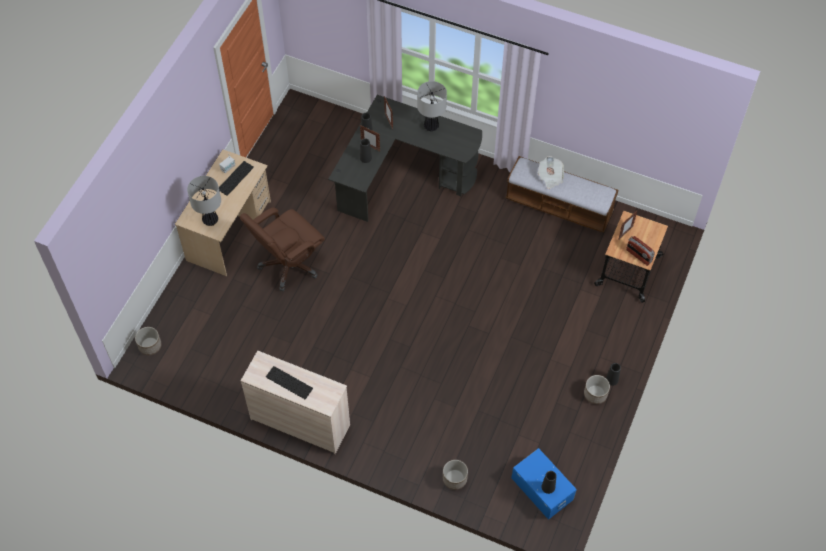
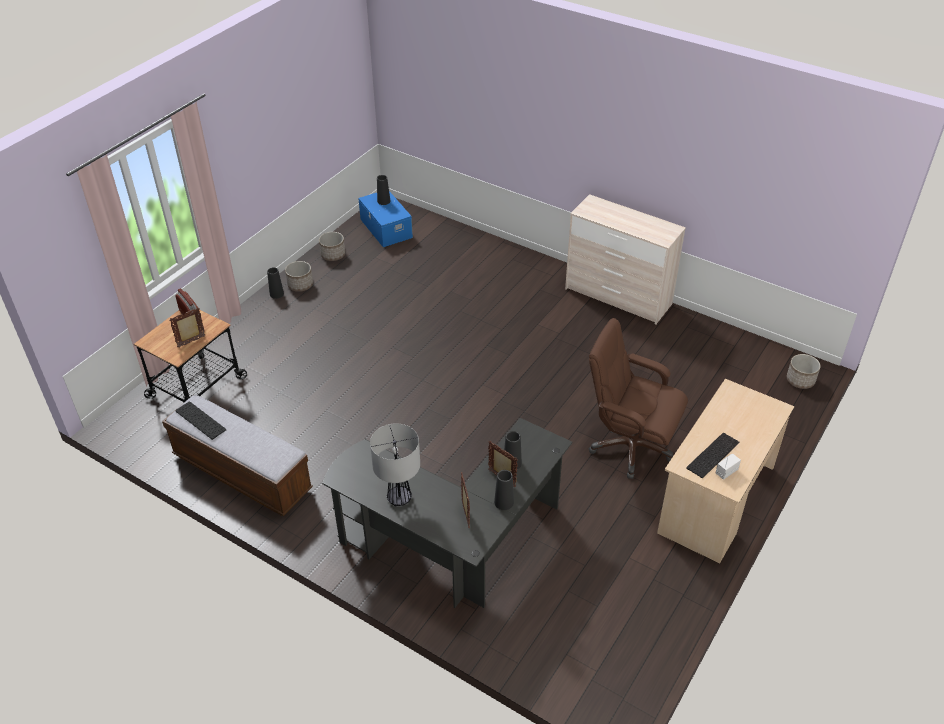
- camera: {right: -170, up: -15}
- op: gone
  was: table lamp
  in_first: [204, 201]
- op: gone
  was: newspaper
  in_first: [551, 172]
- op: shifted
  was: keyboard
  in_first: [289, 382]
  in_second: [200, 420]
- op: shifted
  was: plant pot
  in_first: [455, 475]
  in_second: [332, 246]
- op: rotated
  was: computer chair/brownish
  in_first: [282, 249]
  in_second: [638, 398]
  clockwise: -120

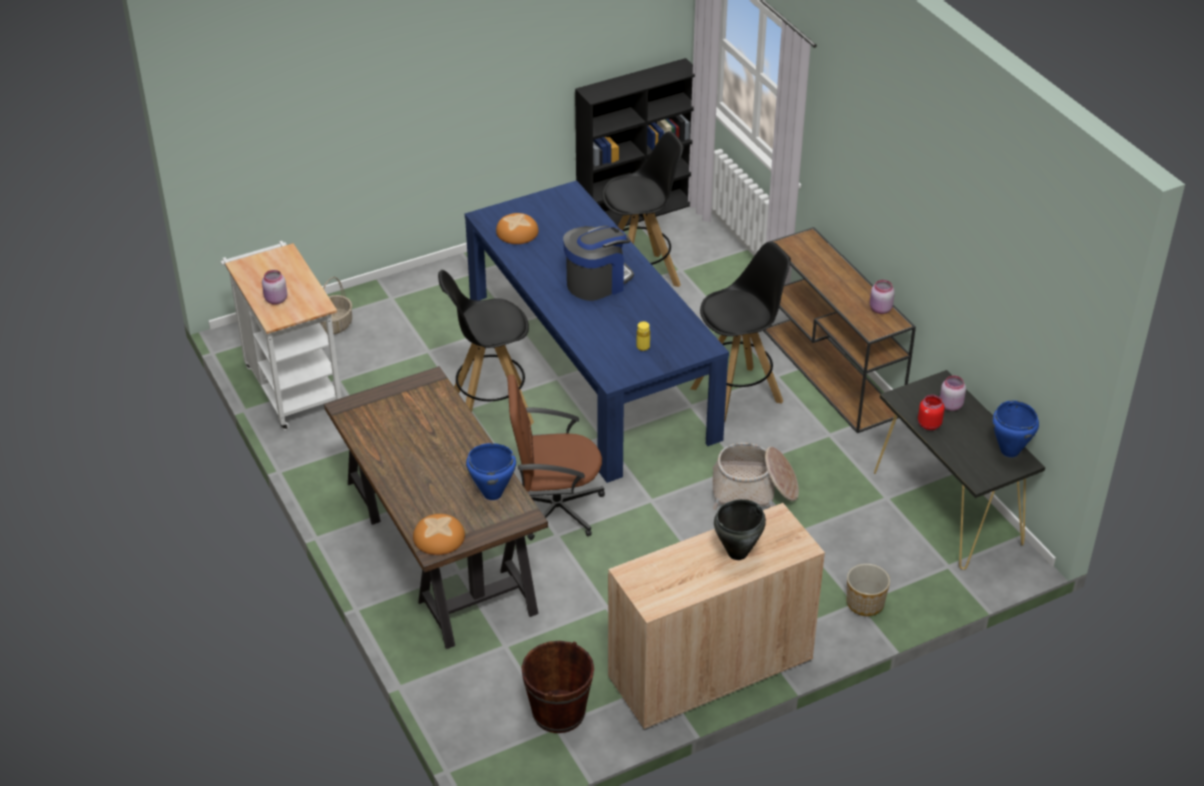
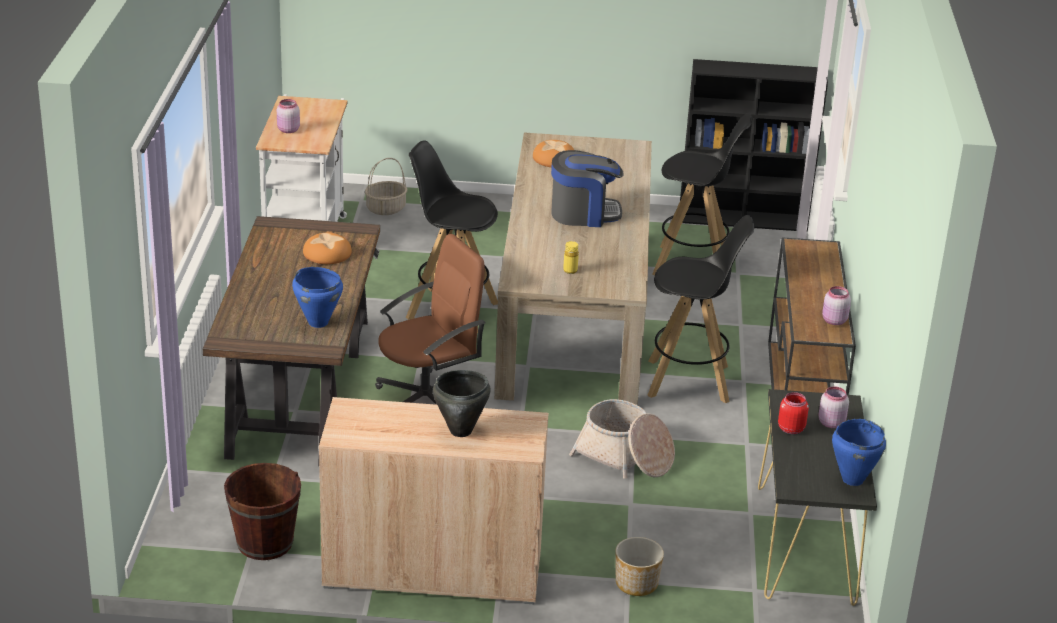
- camera: {right: 30, up: -10}
- op: shifted
  was: baked bread
  in_first: [439, 534]
  in_second: [327, 248]
- op: repainted
  was: dining table/blue
  now: dining table/sand-coloured
  in_first: [597, 331]
  in_second: [573, 268]
- op: rotated
  was: computer chair/brownish
  in_first: [556, 457]
  in_second: [430, 319]
  clockwise: 120

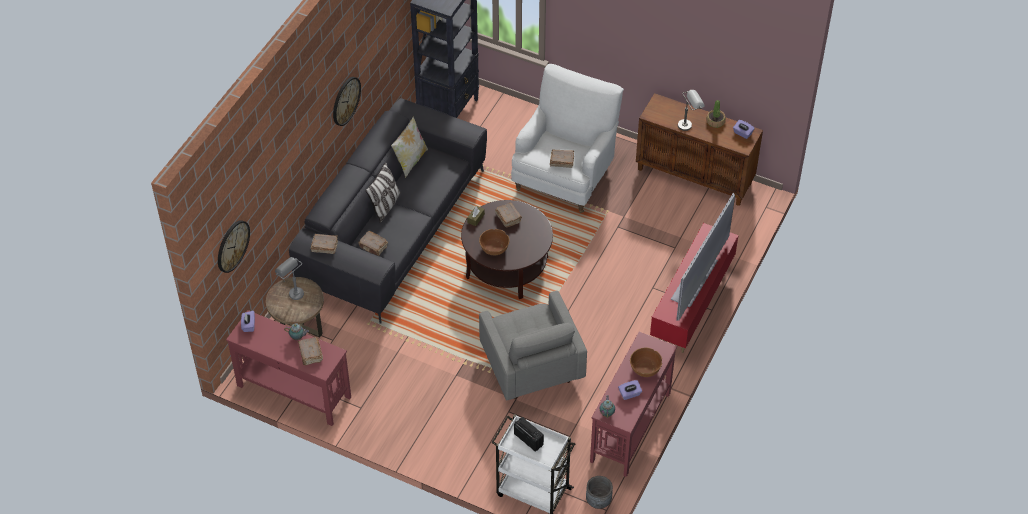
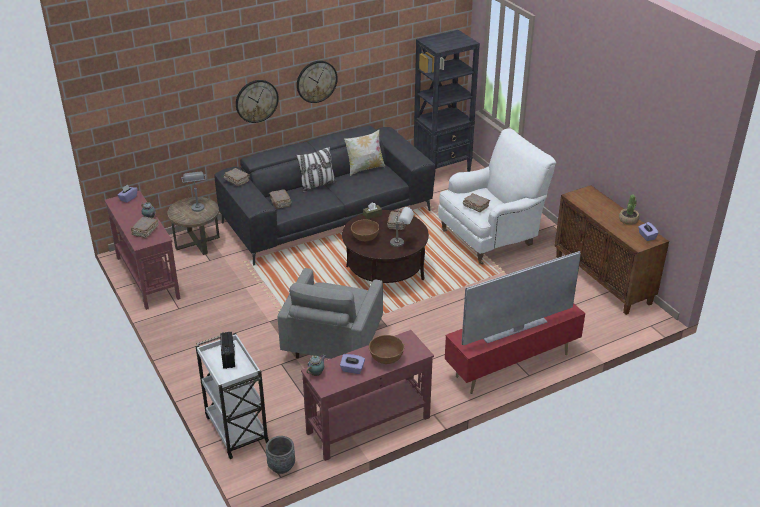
- camera: {right: 35, up: -15}
- op: shifted
  was: wall clock
  in_first: [234, 246]
  in_second: [257, 101]
- op: shifted
  was: table lamp/greyish
  in_first: [691, 110]
  in_second: [402, 227]

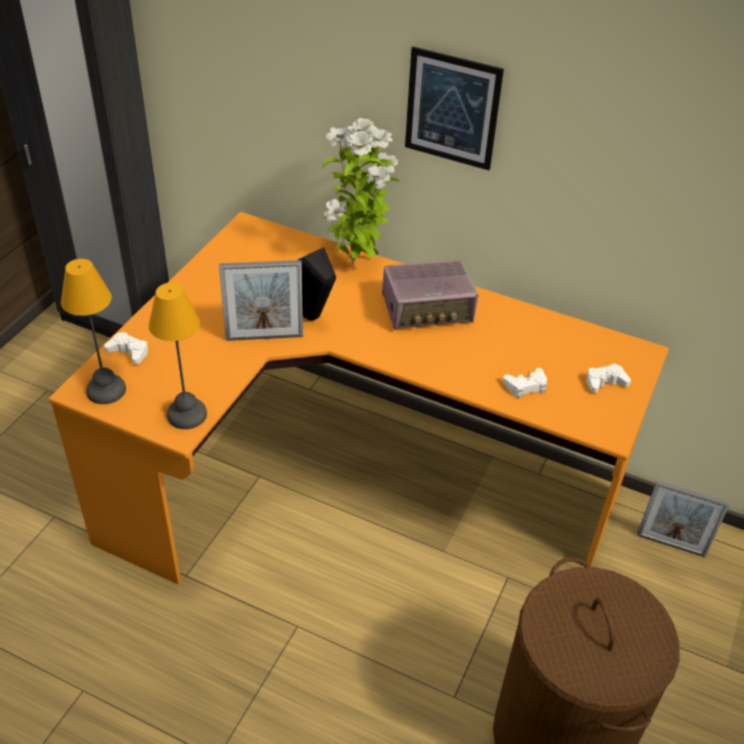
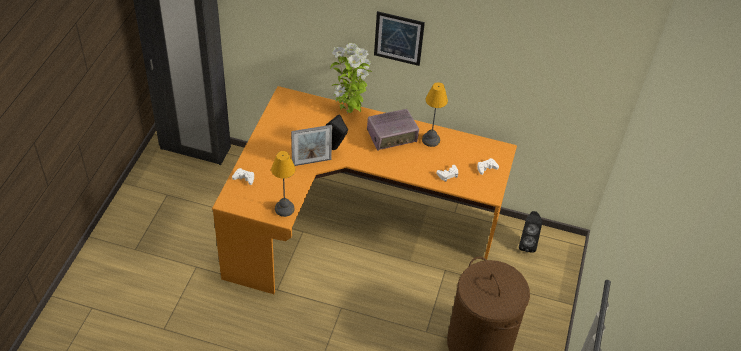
- camera: {right: -10, up: 5}
- op: shifted
  was: table lamp
  in_first: [93, 331]
  in_second: [435, 114]
- op: swapped
  was: photo frame
  now: loudspeaker/black-coloured
  in_first: [683, 518]
  in_second: [530, 232]

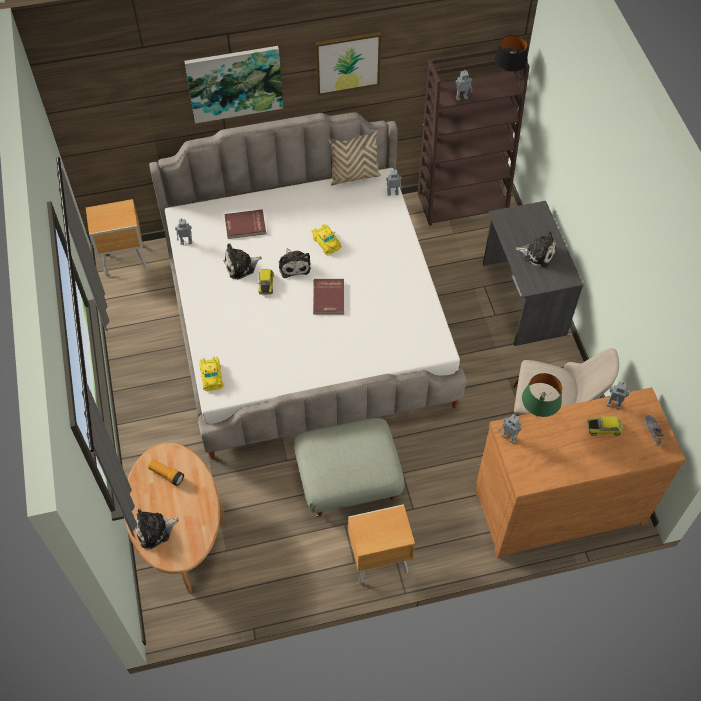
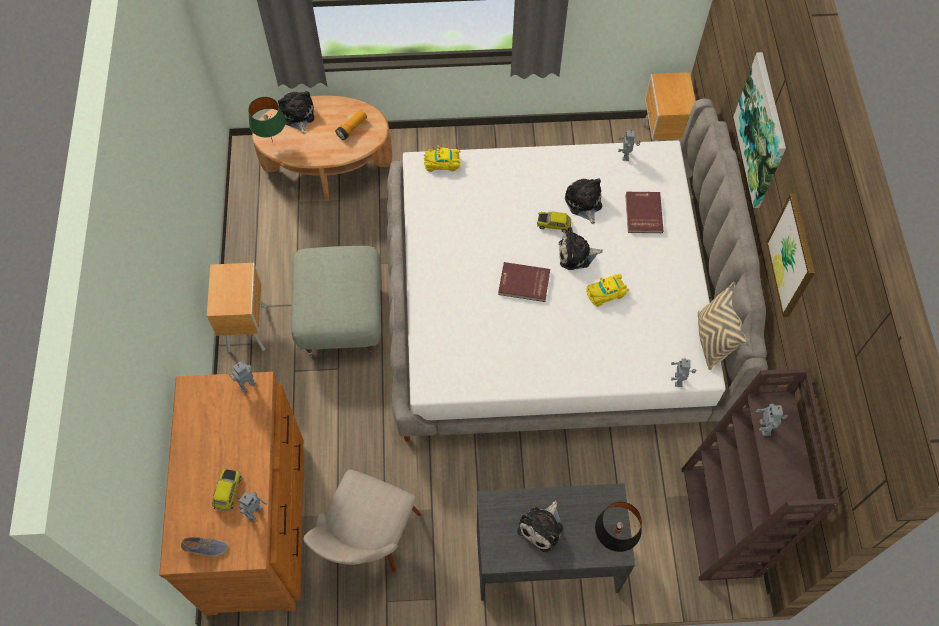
- camera: {right: 100, up: 5}
- op: shifted
  was: table lamp/black-coloured
  in_first: [511, 59]
  in_second: [618, 527]
- op: shifted
  was: table lamp/greenish
  in_first: [542, 395]
  in_second: [267, 119]

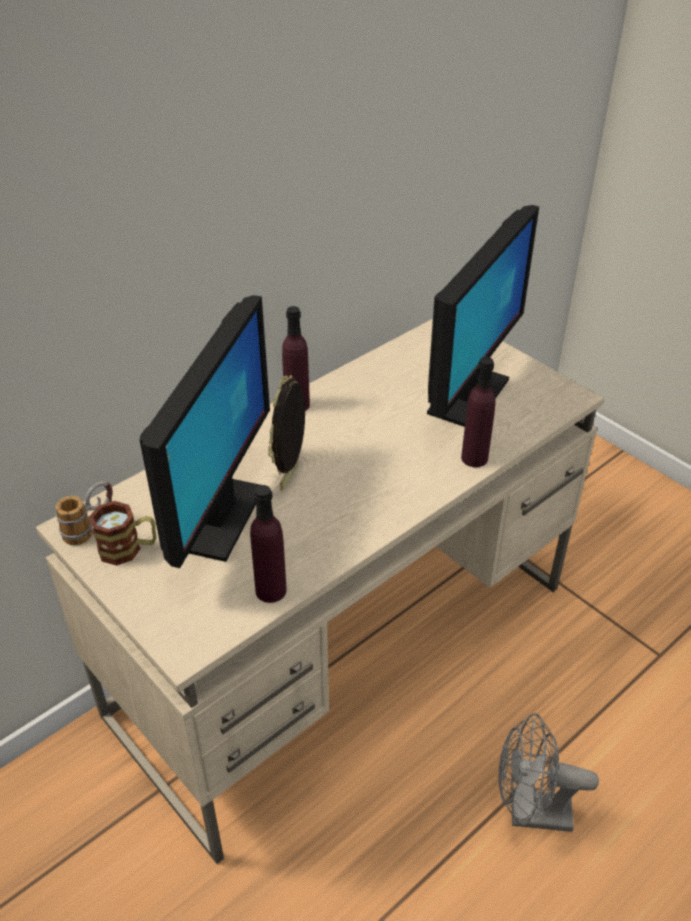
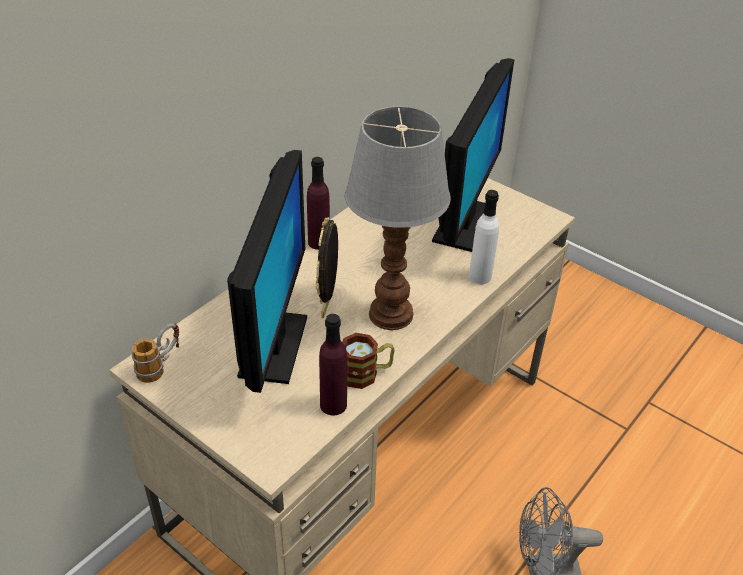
- camera: {right: -10, up: 0}
- op: new
  now: table lamp
  in_second: [398, 218]
- op: shifted
  was: mug
  in_first: [123, 533]
  in_second: [368, 361]
- op: repainted
  was: bottle/purple-coloured
  now: bottle/whitish
  in_first: [478, 412]
  in_second: [484, 237]

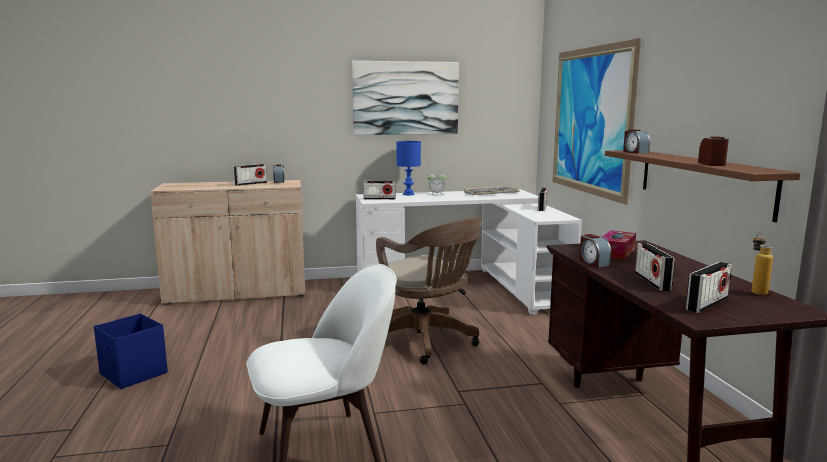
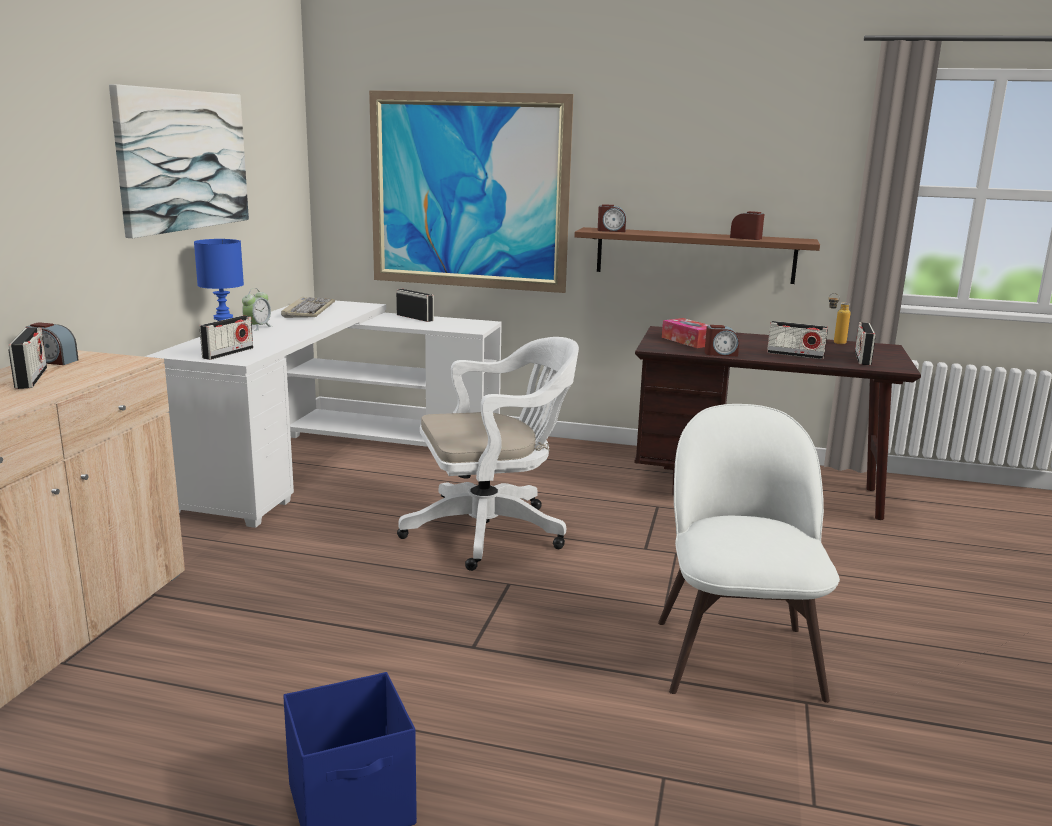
- camera: {right: -65, up: 5}
- op: repainted
  was: computer chair/brownish
  now: computer chair/whitish
  in_first: [428, 291]
  in_second: [488, 454]
- op: rotated
  was: radio set
  in_first: [708, 287]
  in_second: [865, 343]
  clockwise: -150

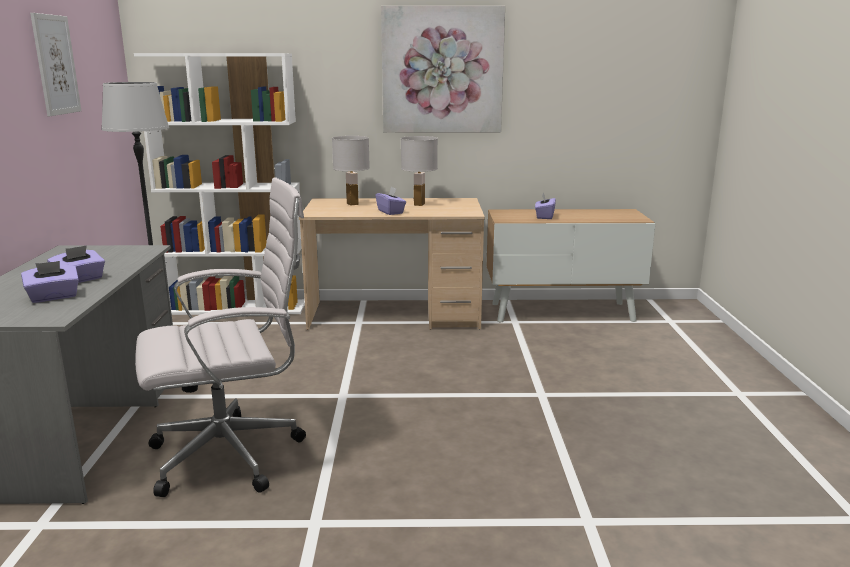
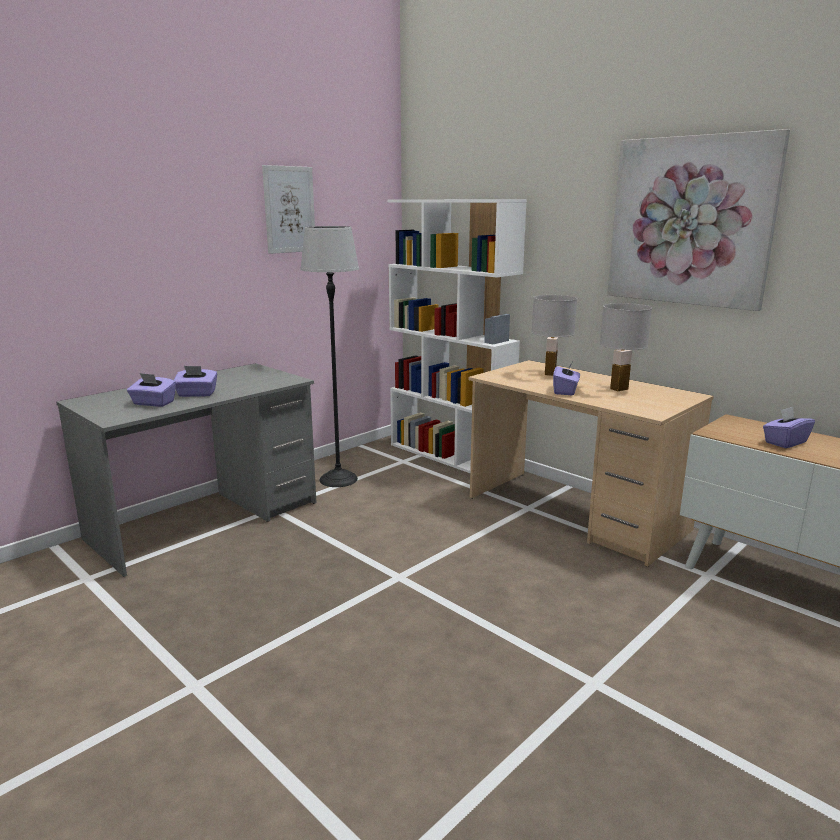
- camera: {right: 45, up: 0}
- op: gone
  was: computer chair/whitish
  in_first: [220, 337]

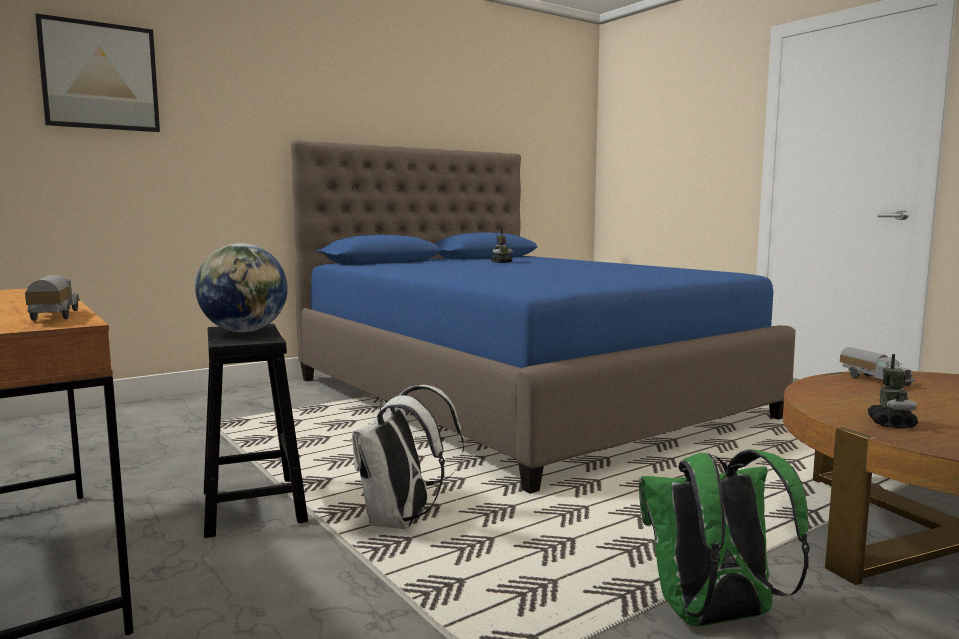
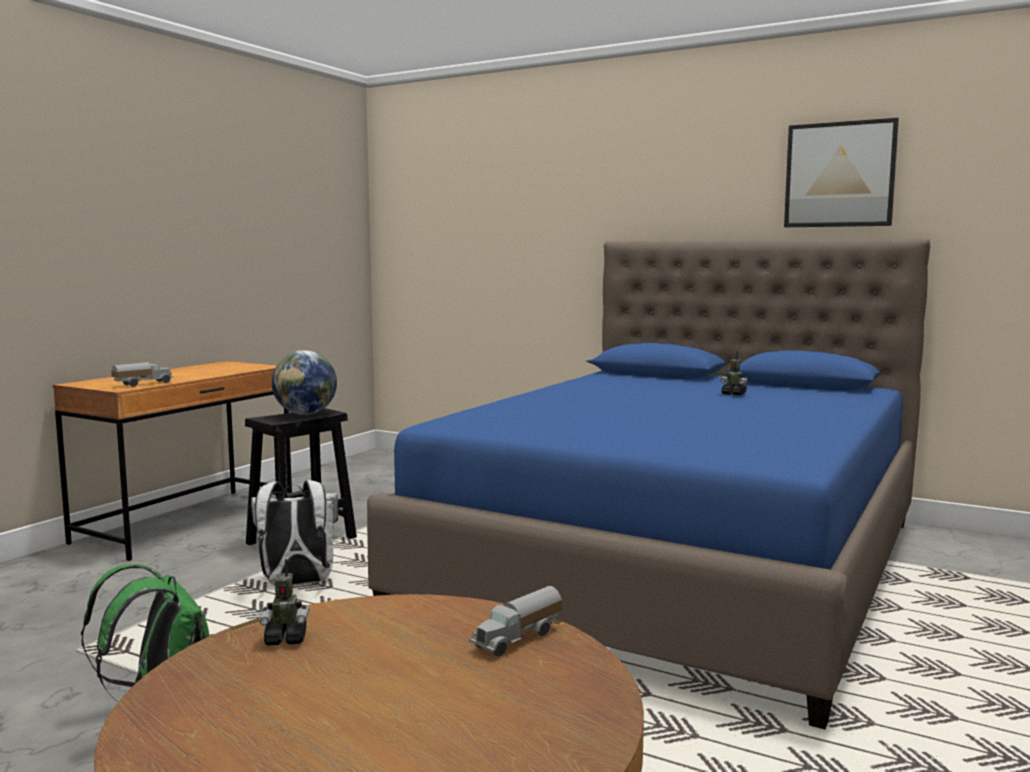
- camera: {right: 65, up: 0}
- op: shifted
  was: wall art
  in_first: [97, 73]
  in_second: [841, 172]

